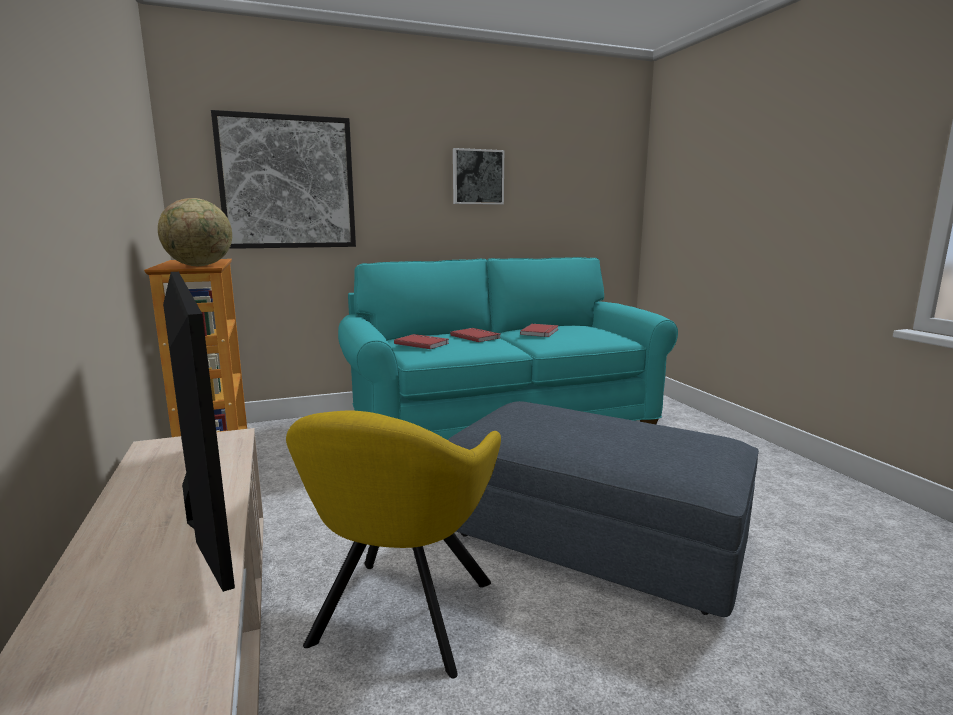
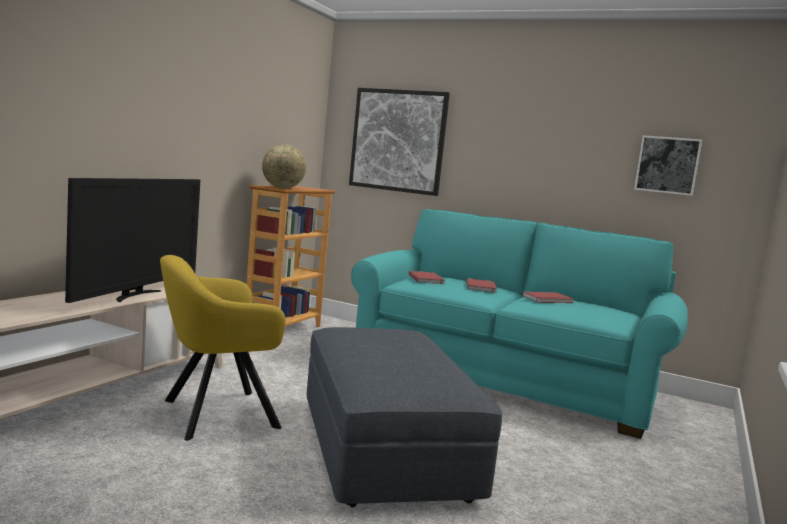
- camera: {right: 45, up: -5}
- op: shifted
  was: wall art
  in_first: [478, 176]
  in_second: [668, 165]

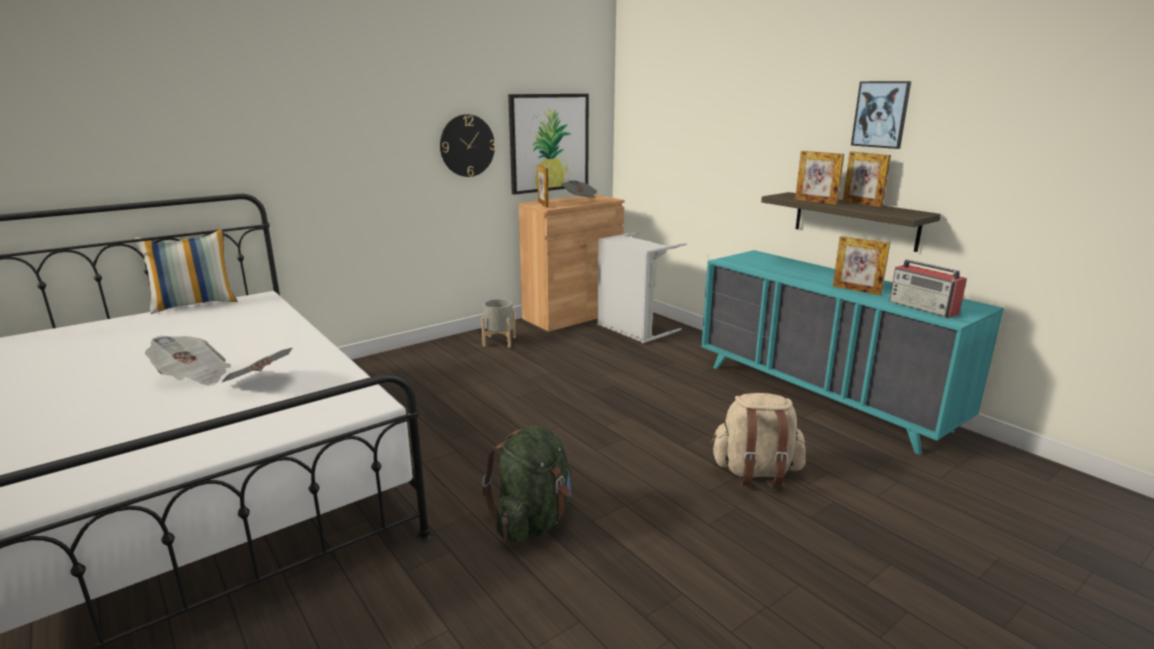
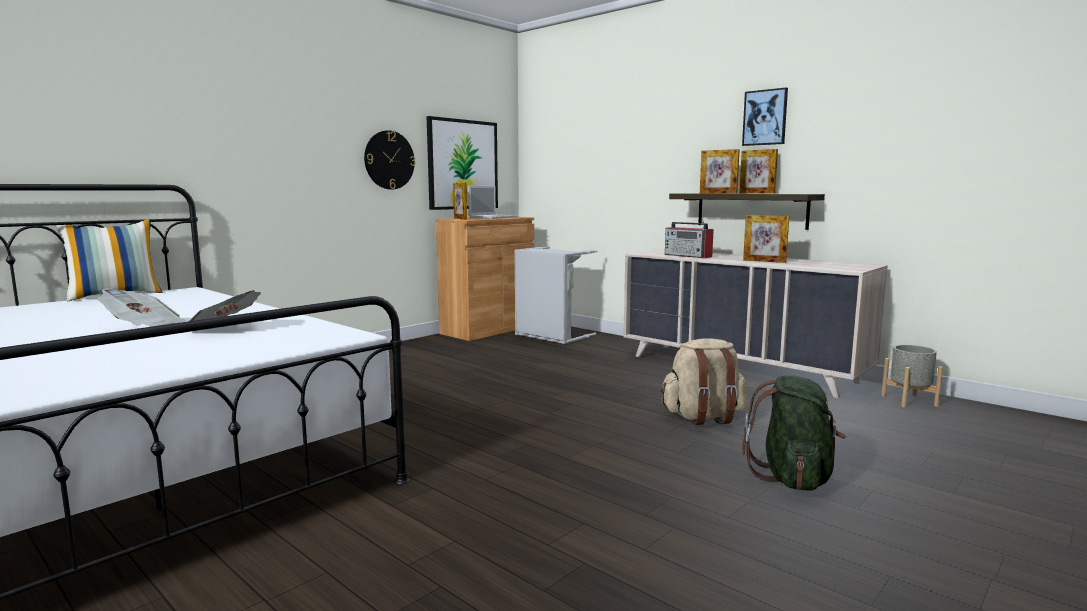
- camera: {right: -10, up: -10}
- op: shifted
  was: plant pot/greyish
  in_first: [498, 323]
  in_second: [912, 376]
- op: shifted
  was: rucksack/greenish
  in_first: [527, 484]
  in_second: [794, 433]
- op: shifted
  was: radio set
  in_first: [928, 288]
  in_second: [689, 240]
- op: swapped
  was: newspaper
  now: portable computer
  in_first: [579, 189]
  in_second: [493, 202]
- op: repainted
  was: dresser/blue-green
  now: dresser/sand-coloured
  in_first: [853, 352]
  in_second: [755, 323]

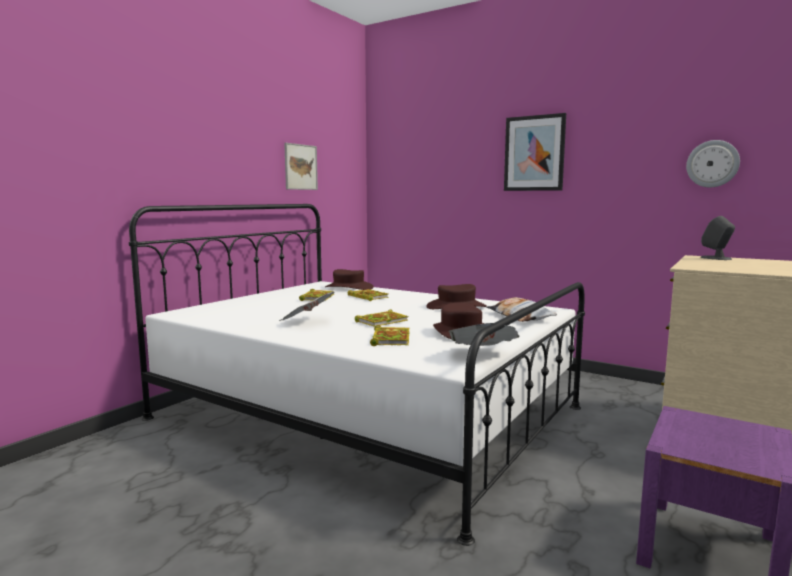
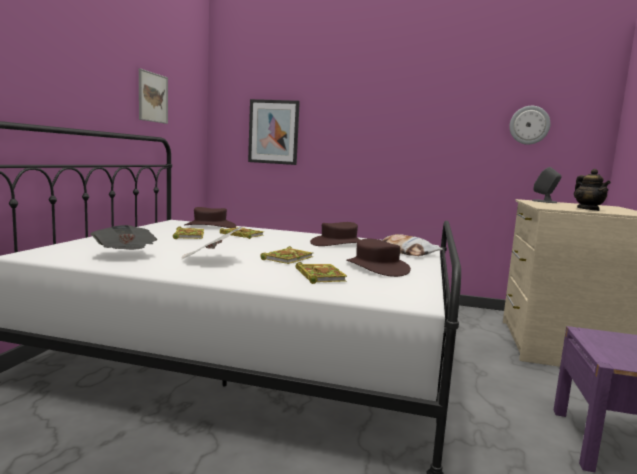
- camera: {right: -20, up: 0}
- op: new
  now: teapot
  in_second: [592, 190]
- op: shifted
  was: newspaper
  in_first: [484, 334]
  in_second: [123, 237]
- op: shifted
  was: wall art
  in_first: [535, 152]
  in_second: [274, 132]

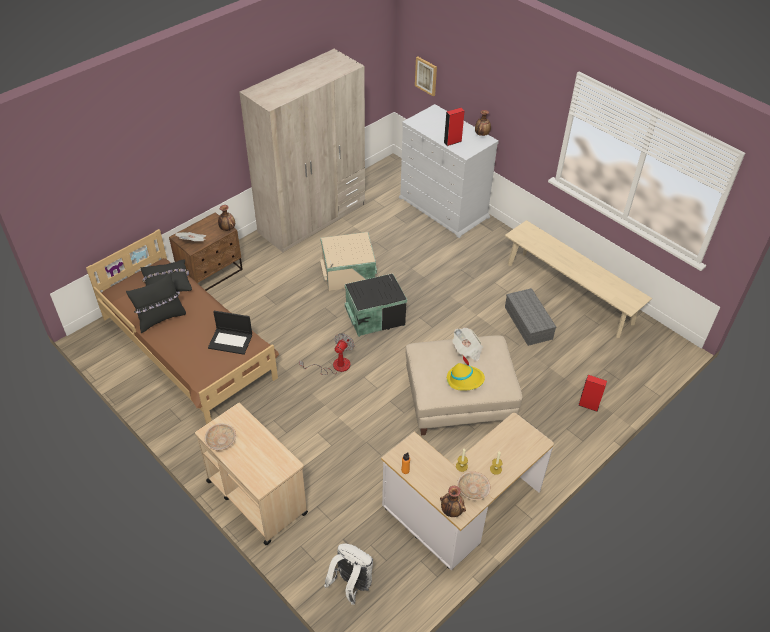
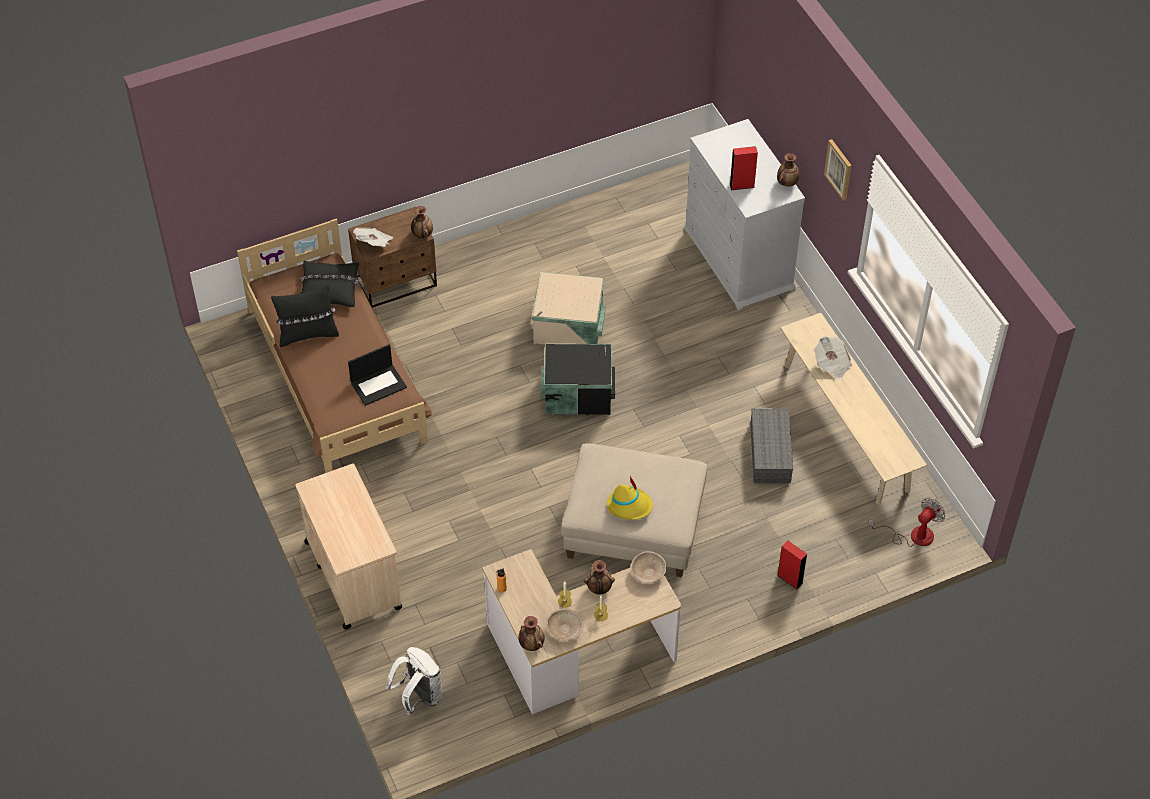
- camera: {right: 20, up: 5}
- op: gone
  was: wardrobe/sand-coloured
  in_first: [302, 151]
- op: new
  now: decorative vase
  in_second: [599, 577]
- op: shifted
  was: deep dish/sand-coloured
  in_first: [220, 436]
  in_second: [649, 567]
- op: shifted
  was: cooling fan
  in_first: [326, 354]
  in_second: [906, 522]
- op: shifted
  was: wall art
  in_first: [426, 76]
  in_second: [838, 170]
- op: shifted
  was: newspaper
  in_first: [467, 344]
  in_second: [833, 358]
- op: rotated
  was: portable computer
  in_first: [230, 333]
  in_second: [377, 375]
  clockwise: -60

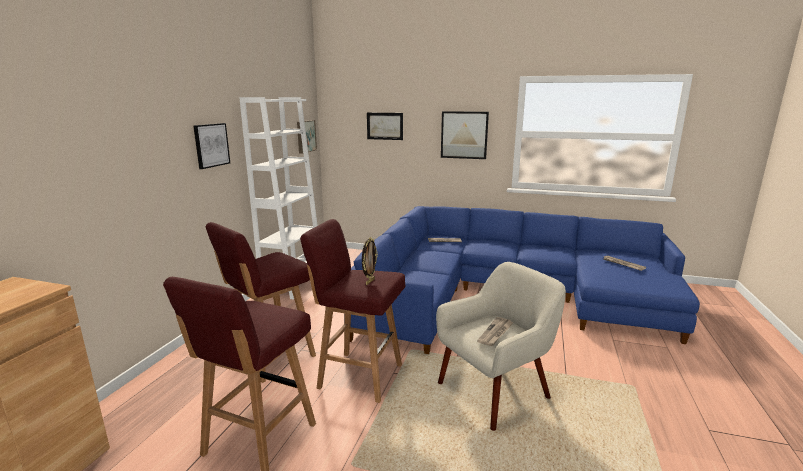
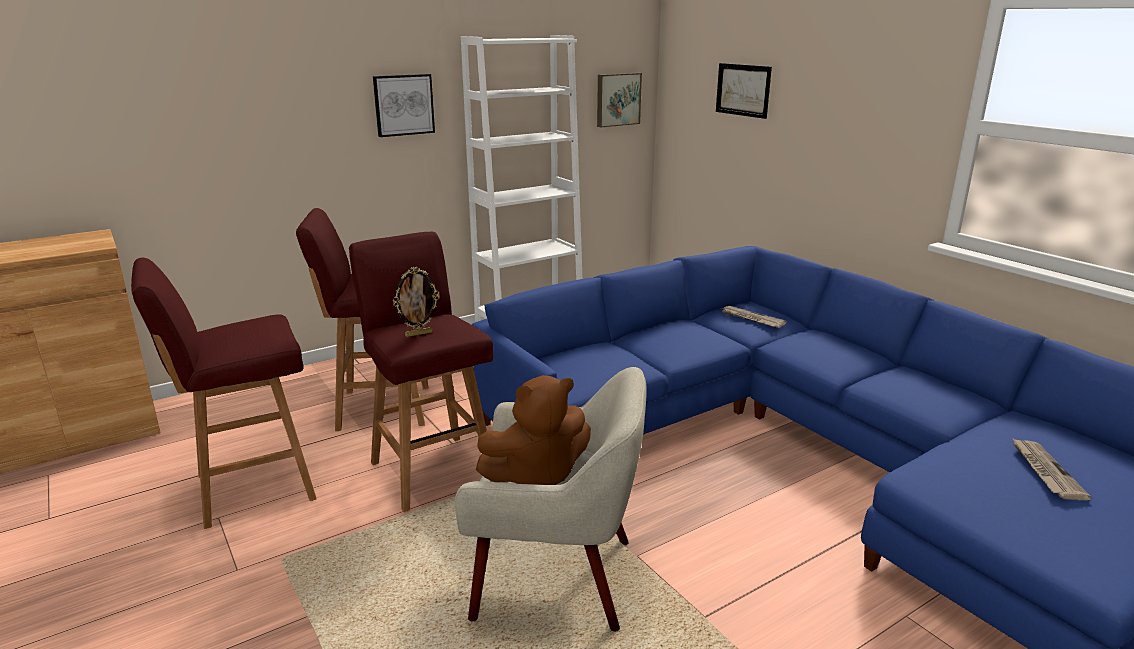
- camera: {right: 40, up: 5}
- op: gone
  was: wall art
  in_first: [465, 135]
- op: swapped
  was: newspaper
  now: plush toy/brownish
  in_first: [495, 331]
  in_second: [533, 430]

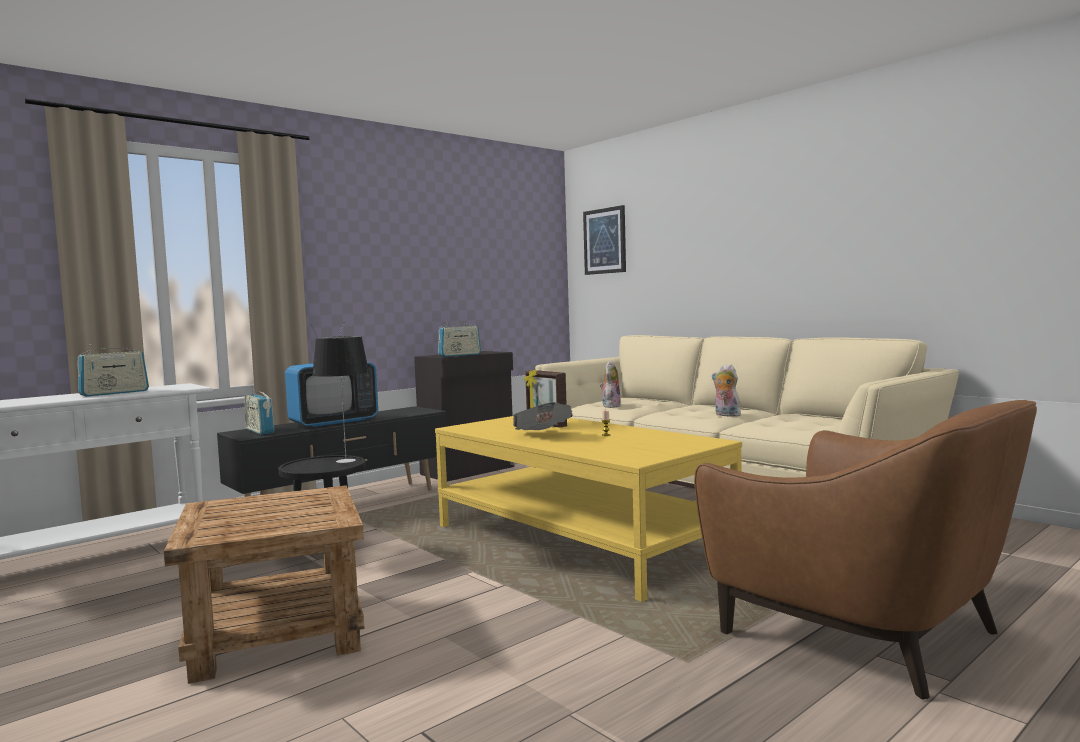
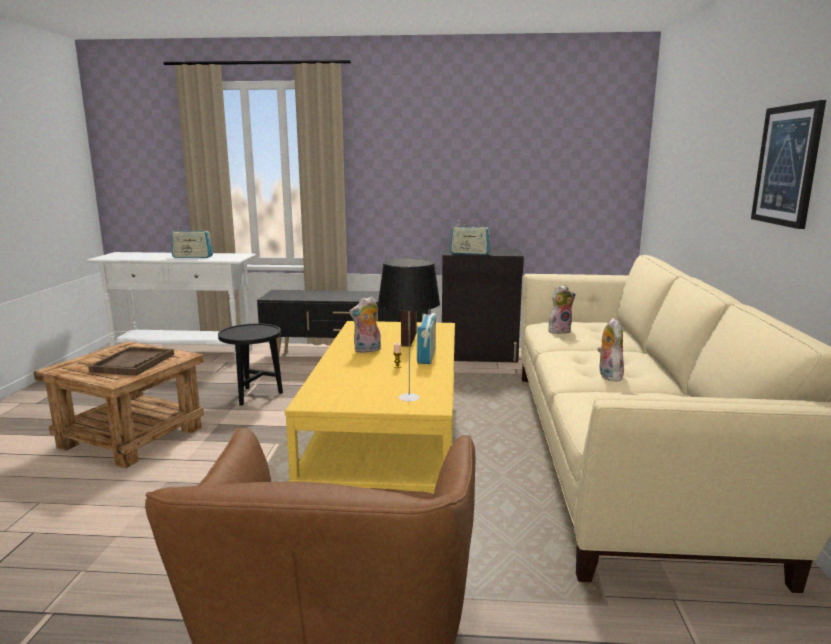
- camera: {right: 45, up: 10}
- op: gone
  was: TV
  in_first: [331, 375]
- op: new
  now: serving tray/brownish
  in_second: [131, 361]
- op: shifted
  was: radio set
  in_first: [259, 411]
  in_second: [426, 337]
- op: shifted
  was: table lamp
  in_first: [340, 399]
  in_second: [409, 330]
- op: shifted
  was: wall art
  in_first: [604, 240]
  in_second: [788, 164]
- op: swapped
  was: newspaper
  now: plush toy
  in_first: [543, 416]
  in_second: [365, 324]

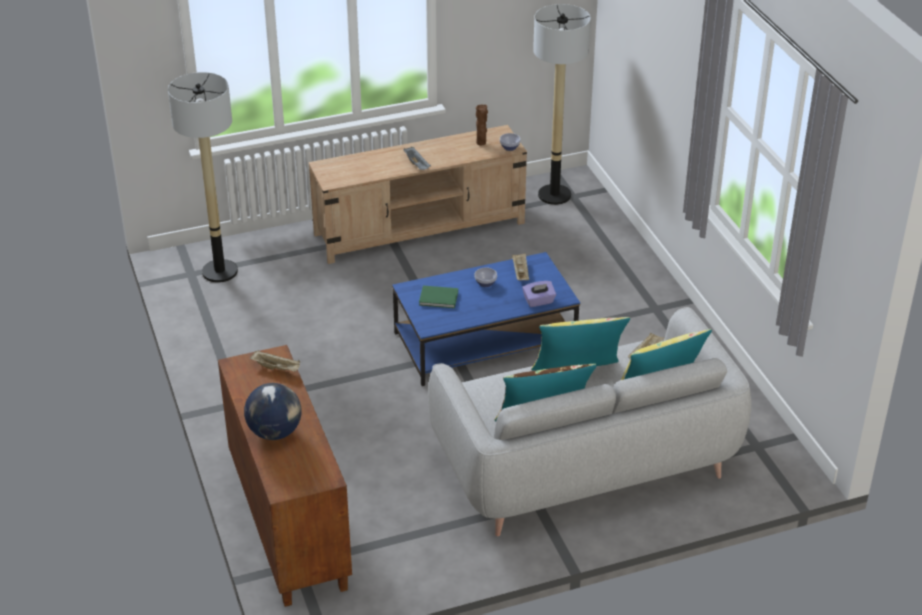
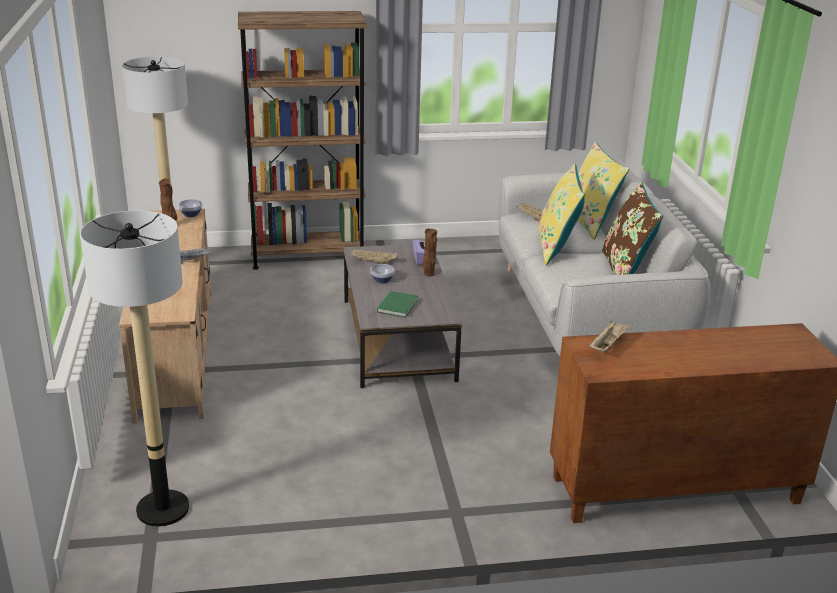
- camera: {right: -80, up: -10}
- op: gone
  was: desk globe
  in_first: [273, 411]
- op: new
  now: bookshelf/brownish
  in_second: [302, 140]
- op: new
  now: decorative vase/brownish
  in_second: [429, 252]
- op: repainted
  was: coffee table/blue
  now: coffee table/greyish
  in_first: [486, 319]
  in_second: [402, 316]

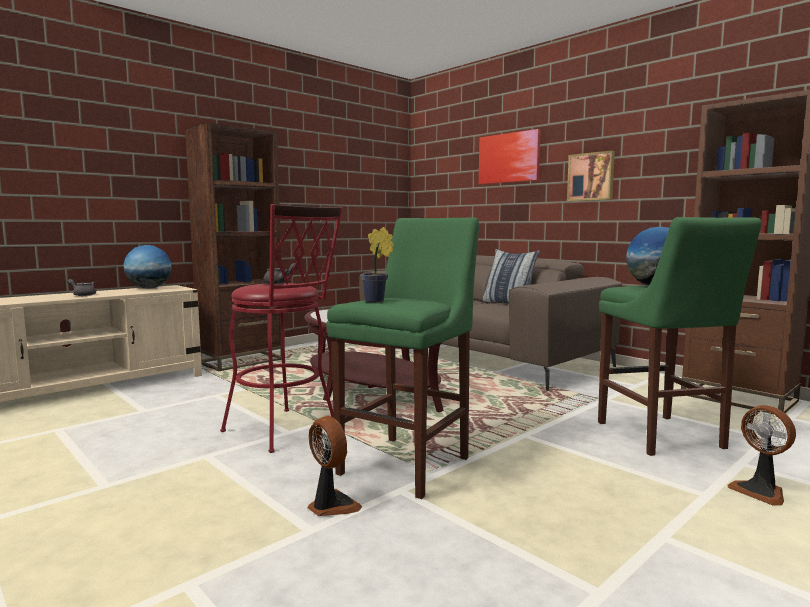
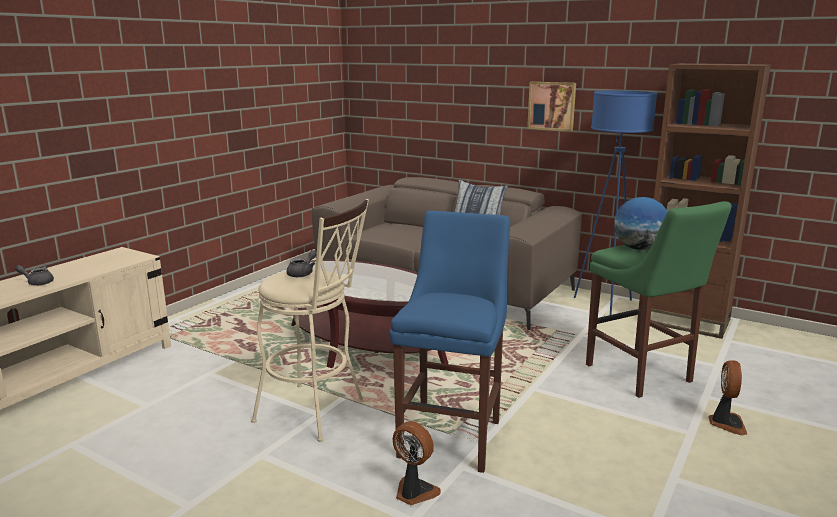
- camera: {right: -15, up: 10}
- op: gone
  was: desk globe
  in_first: [147, 266]
- op: gone
  was: bookshelf/brownish
  in_first: [233, 246]
- op: gone
  was: houseplant
  in_first: [377, 264]
- op: gone
  was: wall art
  in_first: [510, 156]
- op: new
  now: standard lamp/blue
  in_second: [615, 202]
- op: repainted
  was: sitting stool/red
  now: sitting stool/sand-coloured
  in_first: [281, 328]
  in_second: [310, 320]
- op: repainted
  was: sitting stool/greenish
  now: sitting stool/blue
  in_first: [402, 358]
  in_second: [449, 341]
- op: rotated
  was: cooling fan
  in_first: [761, 455]
  in_second: [728, 397]
  clockwise: -120

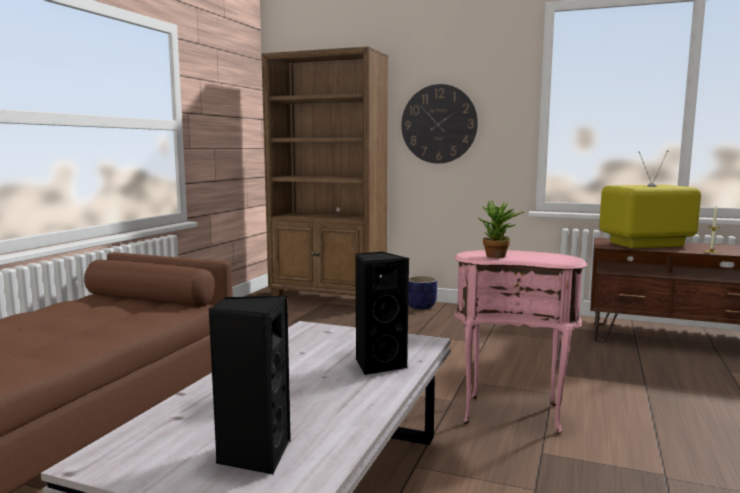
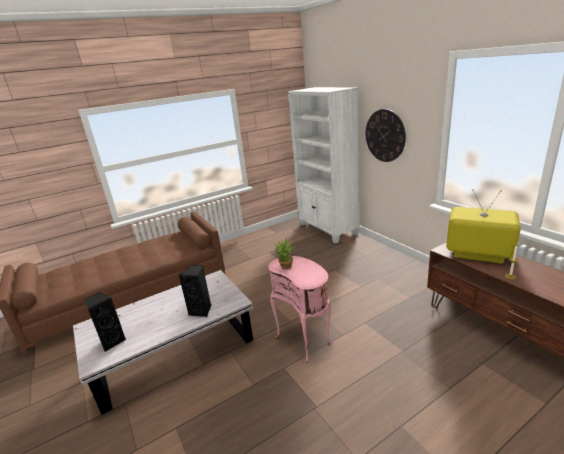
- camera: {right: 40, up: 15}
- op: gone
  was: plant pot
  in_first: [422, 293]
- op: repainted
  was: bookshelf/brownish
  now: bookshelf/whitish
  in_first: [324, 171]
  in_second: [323, 165]

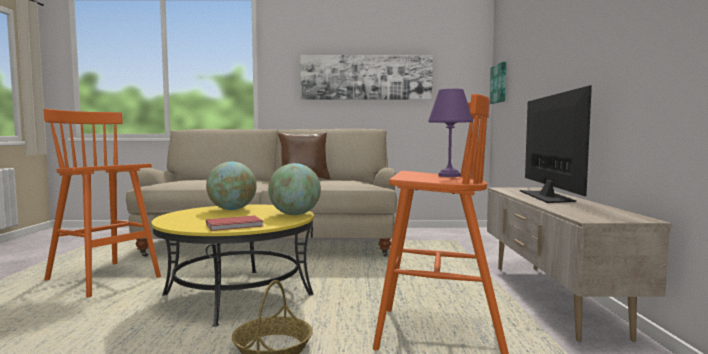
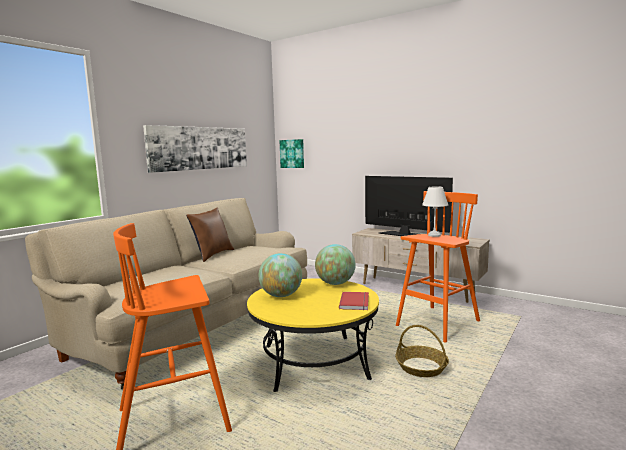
- camera: {right: -55, up: 5}
- op: repainted
  was: table lamp/purple-coloured
  now: table lamp/whitish
  in_first: [450, 132]
  in_second: [435, 212]

